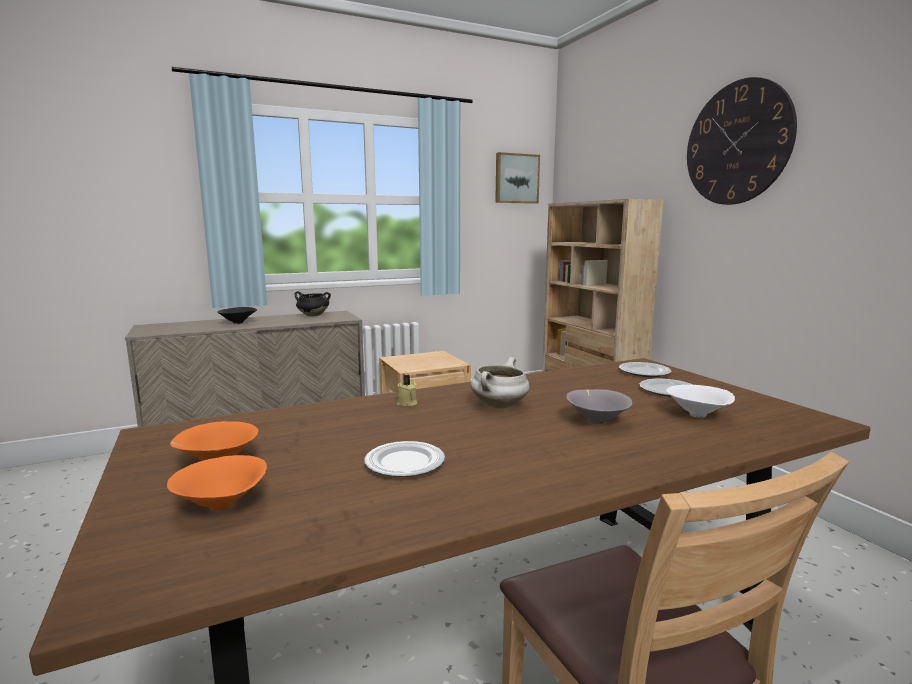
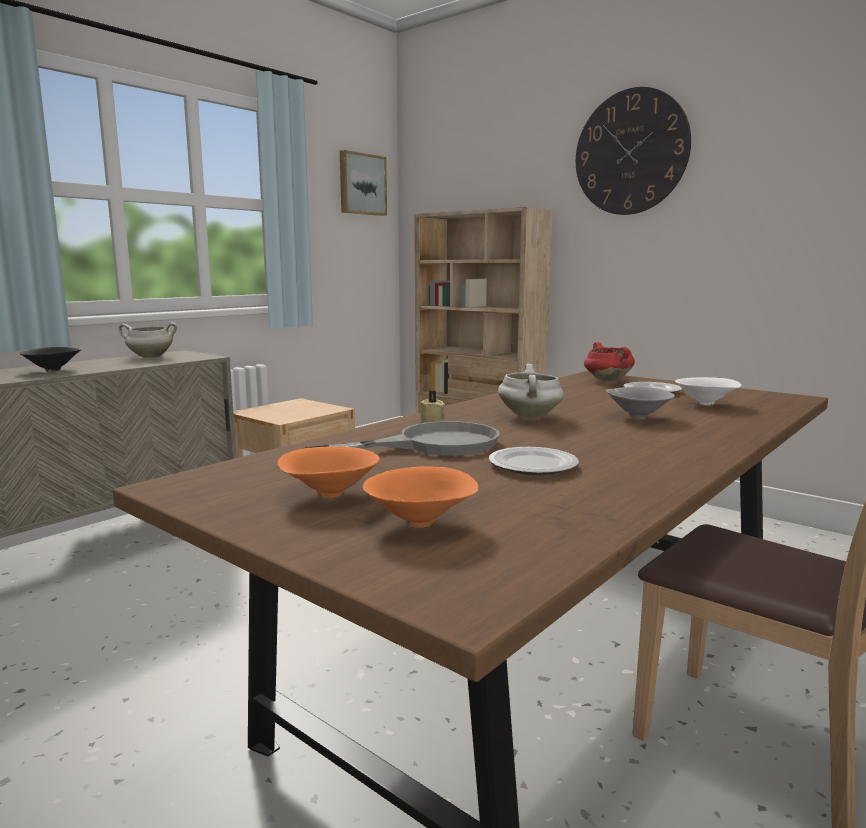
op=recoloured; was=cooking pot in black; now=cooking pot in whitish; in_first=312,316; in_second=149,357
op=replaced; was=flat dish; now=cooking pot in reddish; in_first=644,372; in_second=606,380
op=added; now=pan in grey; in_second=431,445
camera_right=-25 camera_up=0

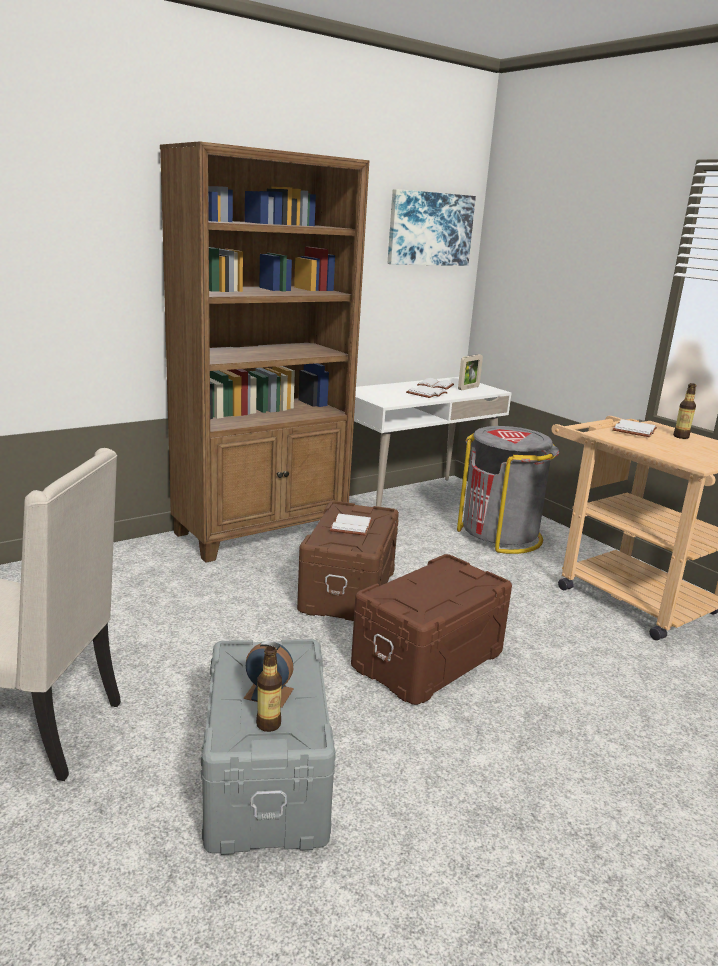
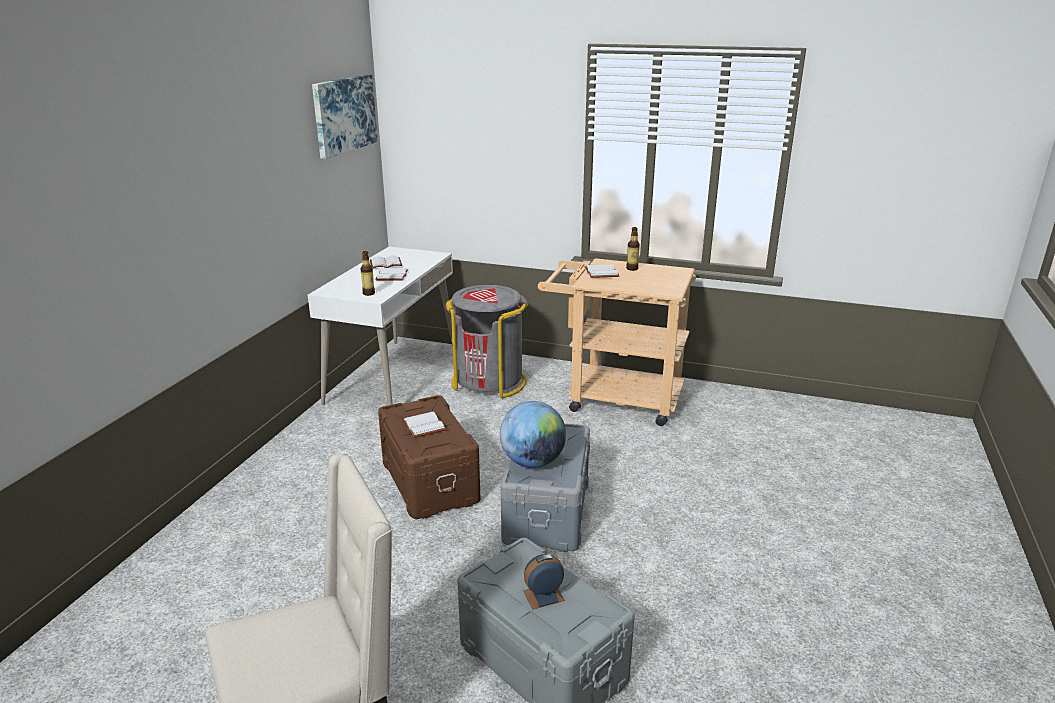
op=removed; was=bookcase in brown; in_first=262,532
op=moved; was=beverage bottle; in_first=268,724; in_second=369,293
op=recoloured; was=storage box in brown; now=storage box in grey; in_first=429,660; in_second=548,511
op=removed; was=standing frame; in_first=468,388
op=added; now=world globe; in_second=532,462
camera_right=-35 camera_up=5

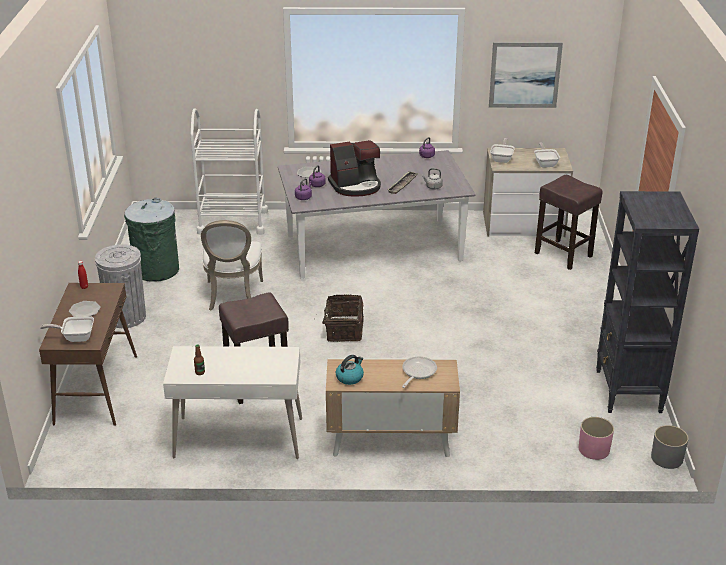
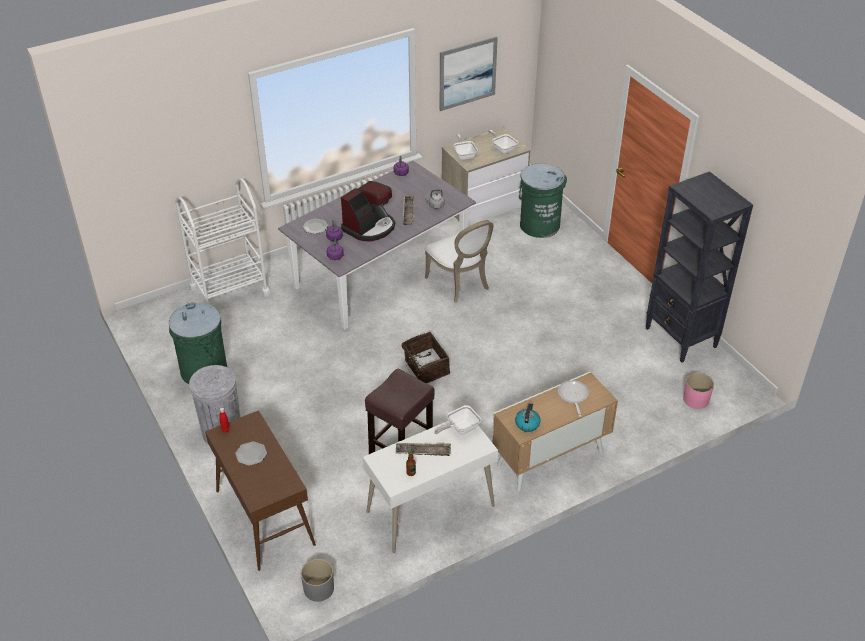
op=moved; was=pan; in_first=75,337; in_second=460,429
op=moved; was=chair in whitish; in_first=233,296; in_second=460,283
op=replaced; was=sitting stool in brown; now=rubbish bin in green; in_first=564,255; in_second=539,225
op=moved; was=flower pot in grey; in_first=666,458; in_second=318,588
op=added; now=carrying tray; in_second=423,451
camera_right=-30 camera_up=10

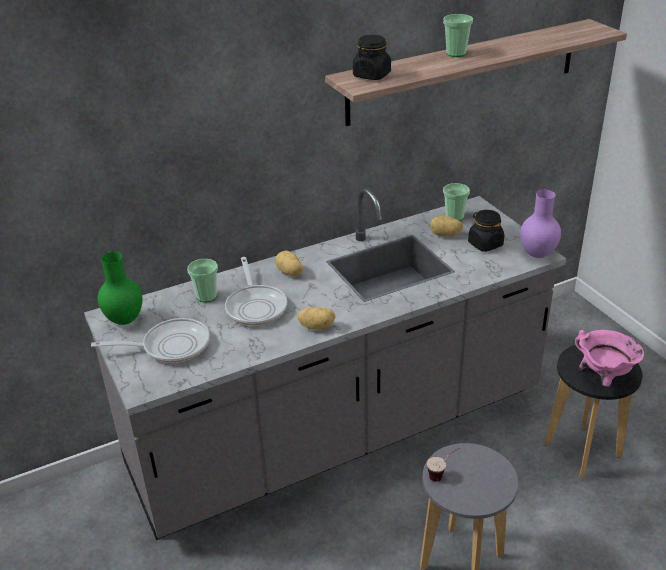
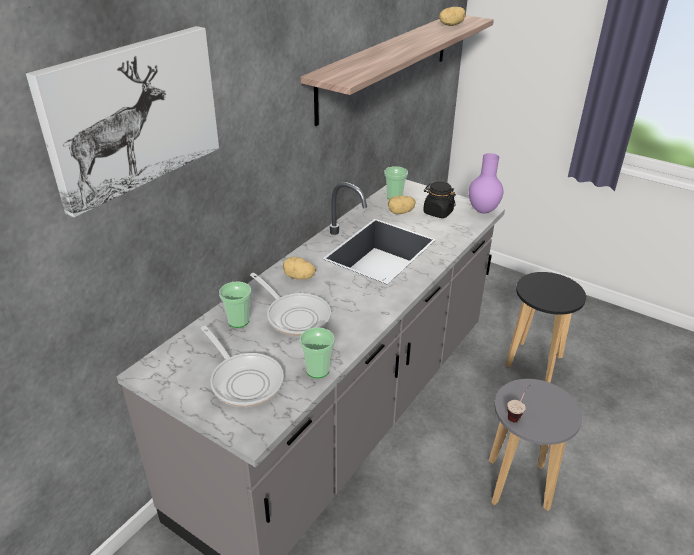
op=turned; was=pan; in_first=170,346; in_second=244,380; clockwise=90
op=removed; was=flower vase in green; in_first=124,321
op=moved; was=potato; in_first=317,326; in_second=451,25
op=removed; was=preserve jar in black; in_first=372,75
op=moved; was=small cup; in_first=456,53; in_second=317,370
op=removed; was=cooking pot in pink-coloured; in_first=603,378
op=added; now=wall art; in_second=133,115
camera_right=-30 camera_up=0

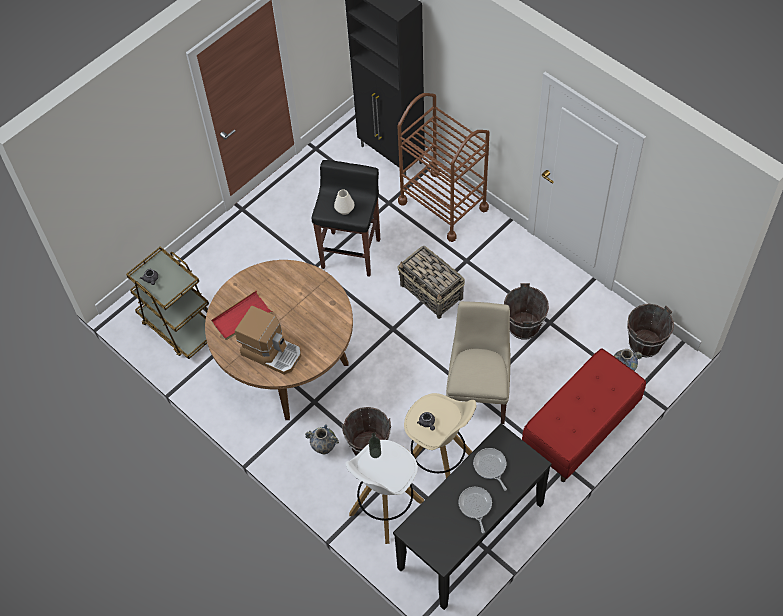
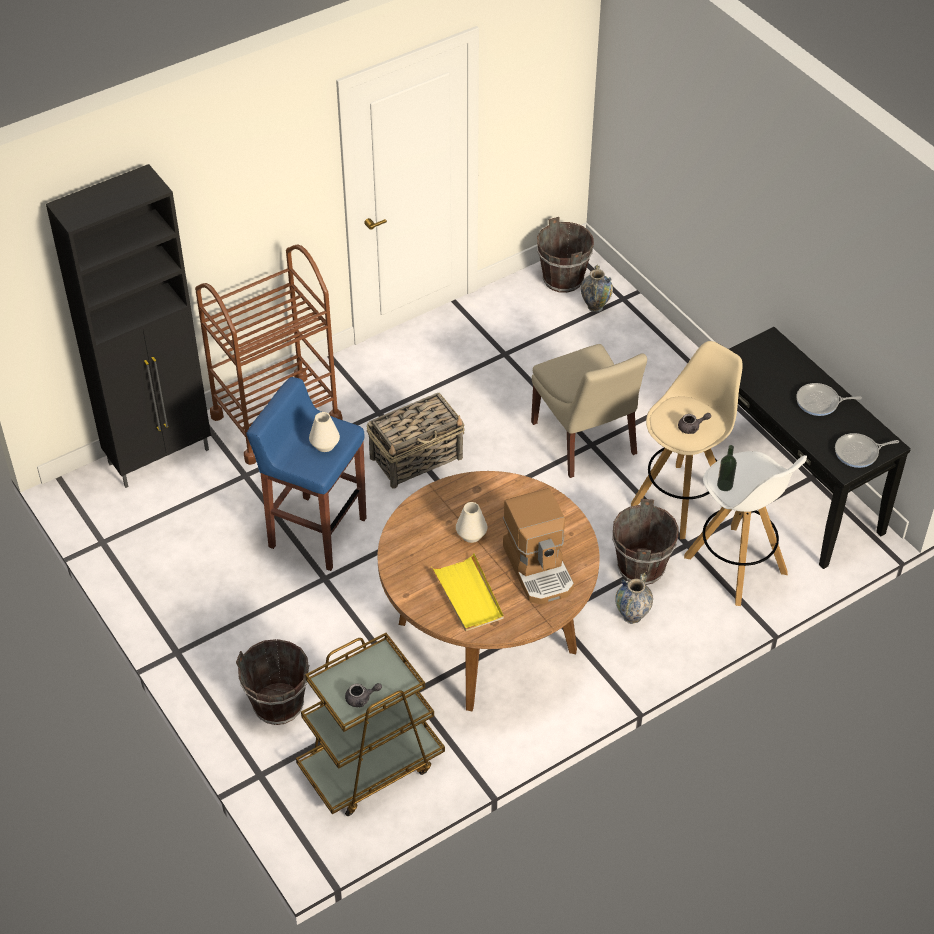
op=recoloured; was=carrying tray in reddish; now=carrying tray in yellow; in_first=241,317; in_second=468,595
op=turned; was=coffee maker; in_first=272,352; in_second=539,568; clockwise=120
op=recoloured; was=sitting stool in black; now=sitting stool in blue-coloured; in_first=351,253; in_second=316,532
op=turned; was=chair in beige-coloured; in_first=478,390; in_second=585,441; clockwise=-135
op=moved; was=pan; in_first=490,467; in_second=859,453
op=moved; was=water bucket in brown; in_first=524,326; in_second=278,704
op=removed; was=bench in reddish; in_first=580,429
op=added; now=flower vase in whitish; in_second=471,535
camera_right=-80 camera_up=-10

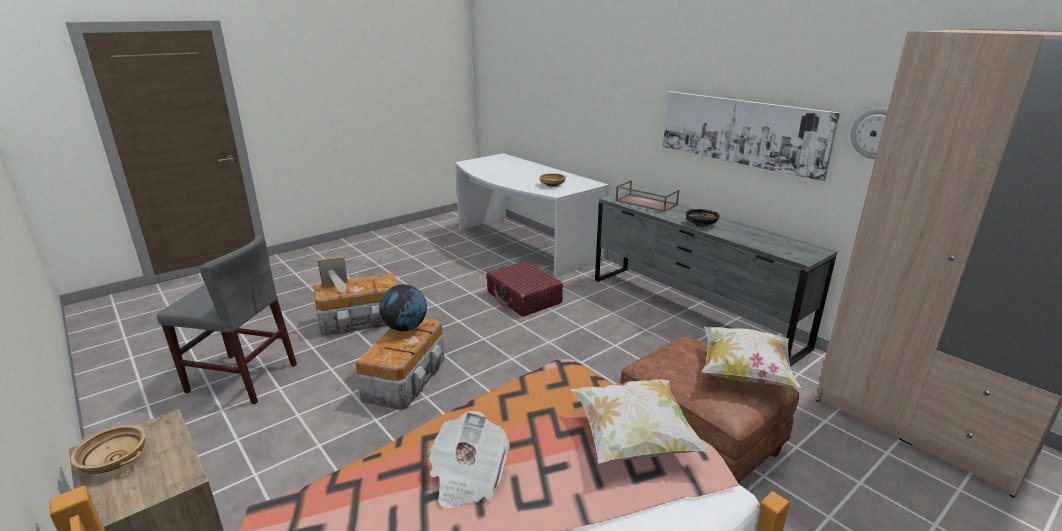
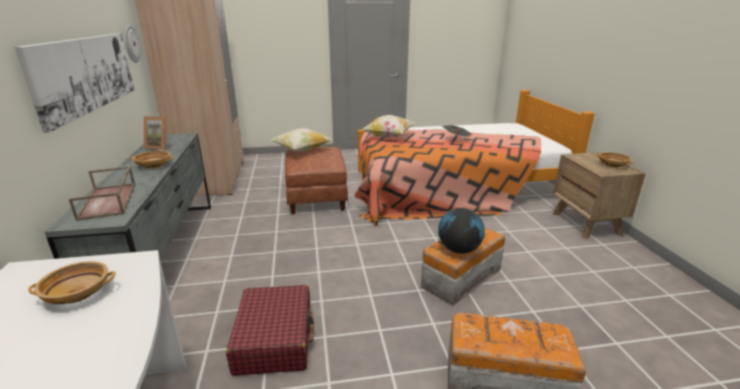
op=removed; was=chair in grey; in_first=242,378
op=moved; was=standing frame; in_first=335,287; in_second=159,147
op=recoloured; was=serving bowl in black; now=serving bowl in beige-coloured; in_first=701,224; in_second=154,166
camera_right=-150 camera_up=0

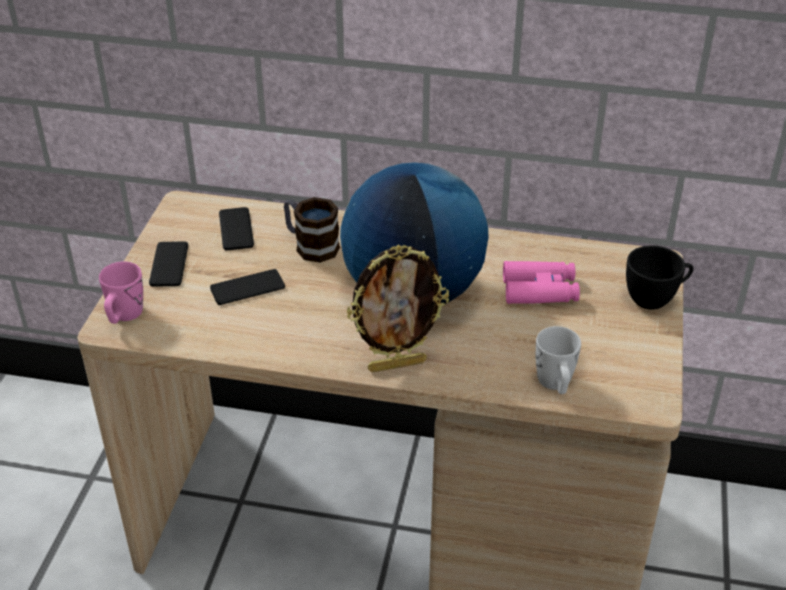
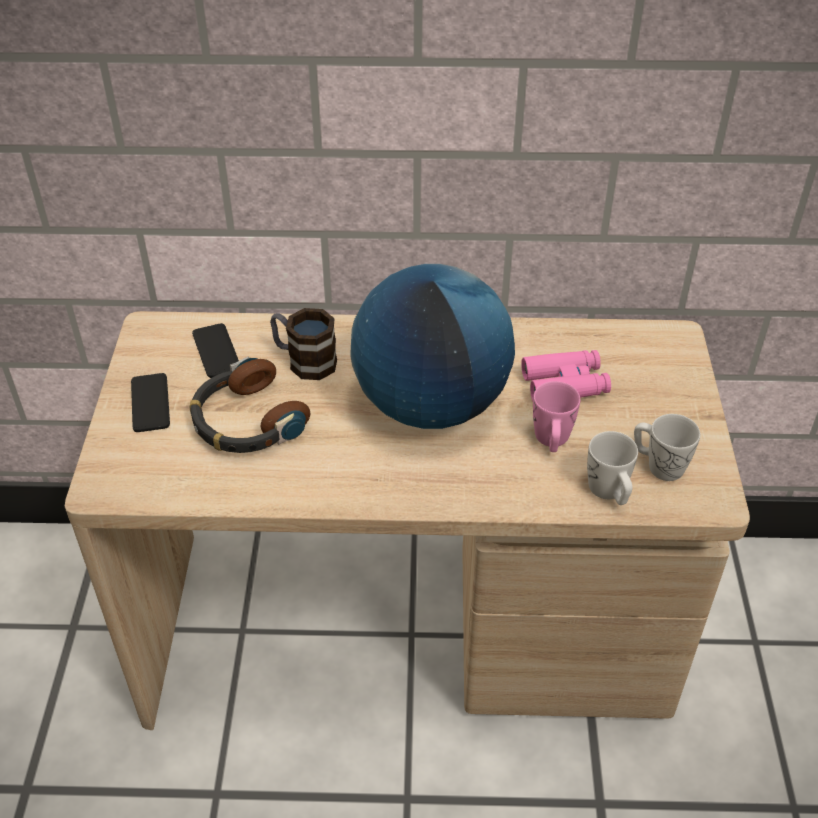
op=moved; was=mug in pink-coloured; in_first=124,316; in_second=552,441
op=replaced; was=phone; now=pair of headphones; in_first=247,288; in_second=246,421
op=removed; was=standing frame; in_first=397,364
op=removed; was=small cup in black; in_first=655,298
op=added; now=mug in whitish; in_second=658,465
camera_right=-10 camera_up=5

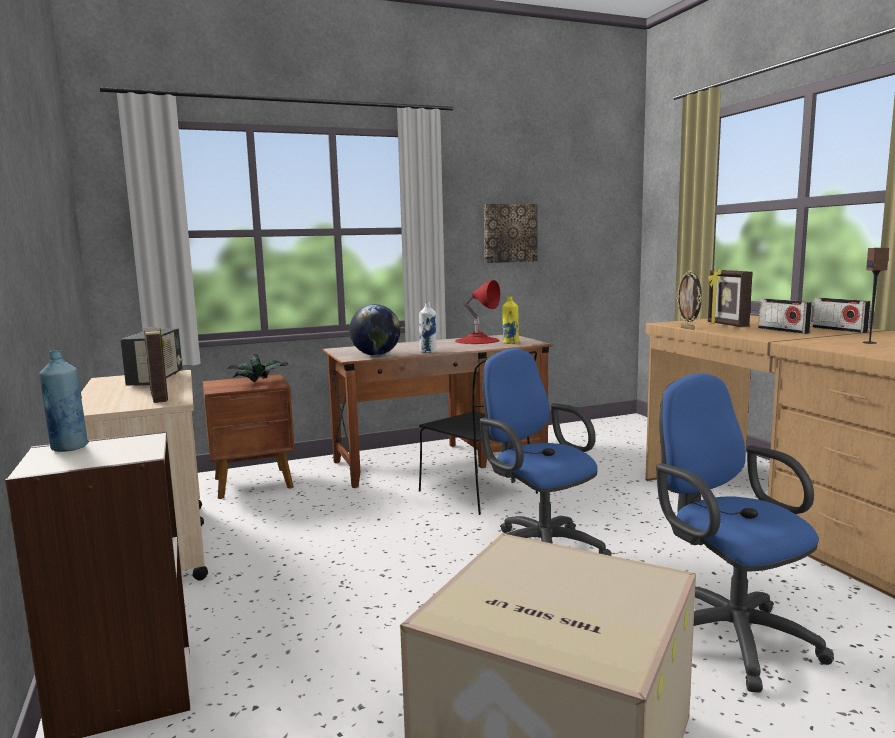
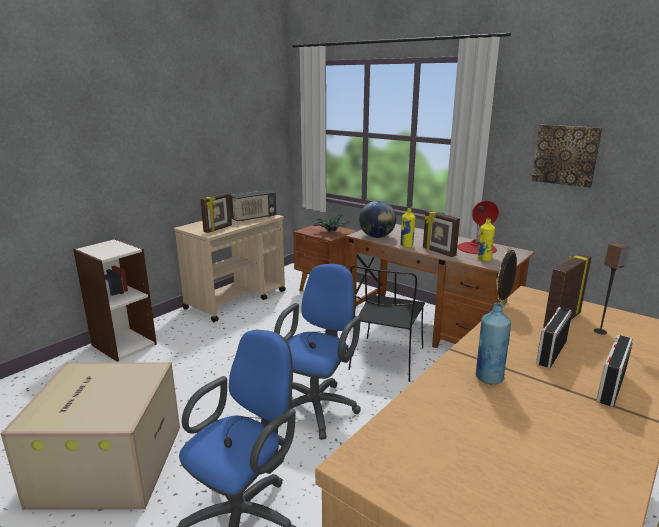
op=moved; was=beverage bottle in blue-coloured; in_first=69,448; in_second=489,377
op=recoloured; was=beverage bottle in whitish; now=beverage bottle in yellow; in_first=428,352; in_second=406,246
op=moved; was=loudspeaker; in_first=870,342; in_second=600,331
op=added; now=standing frame; in_second=438,252
camera_right=60 camera_up=10

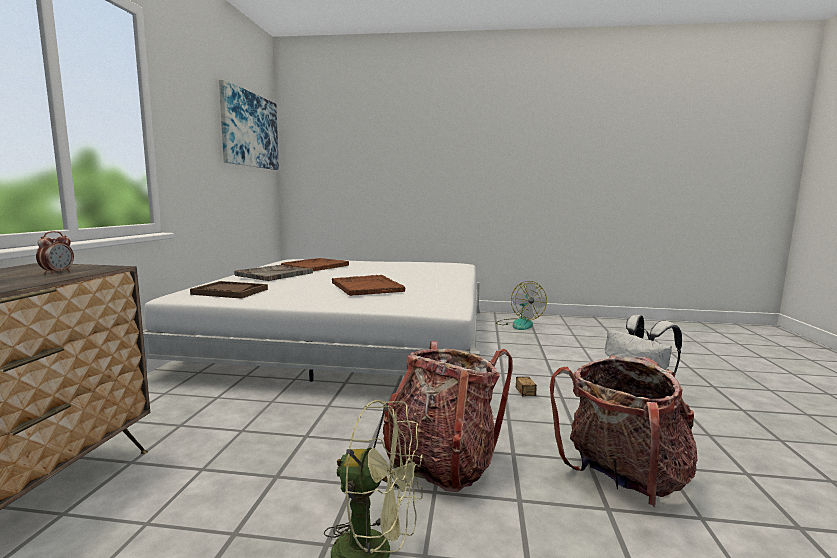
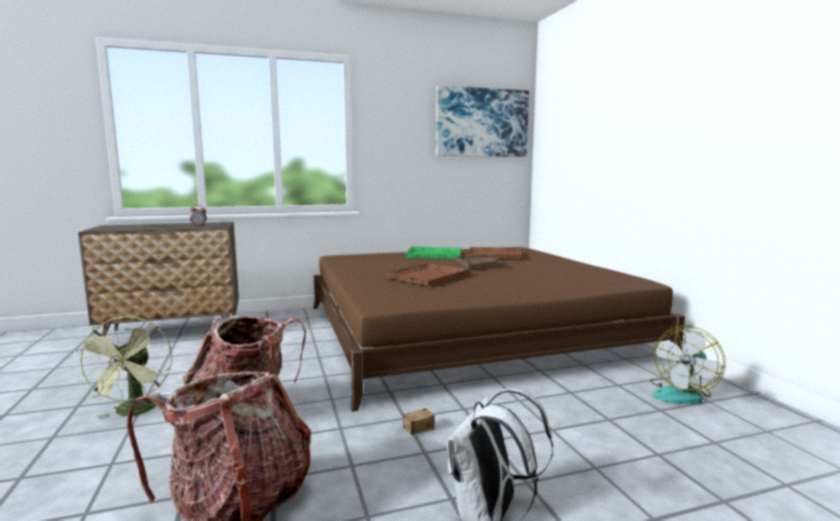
op=recoloured; was=sleeping bed in whitish; now=sleeping bed in brown; in_first=349,339; in_second=466,330
op=moved; was=carrying tray in brown; in_first=230,292; in_second=479,264
op=recoloured; was=carrying tray in grey; now=carrying tray in green; in_first=274,274; in_second=433,254
camera_right=65 camera_up=0

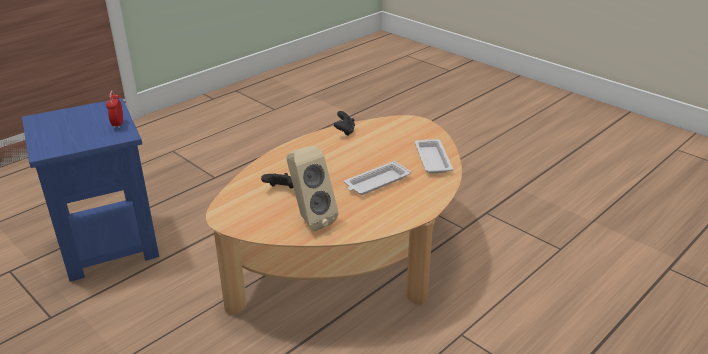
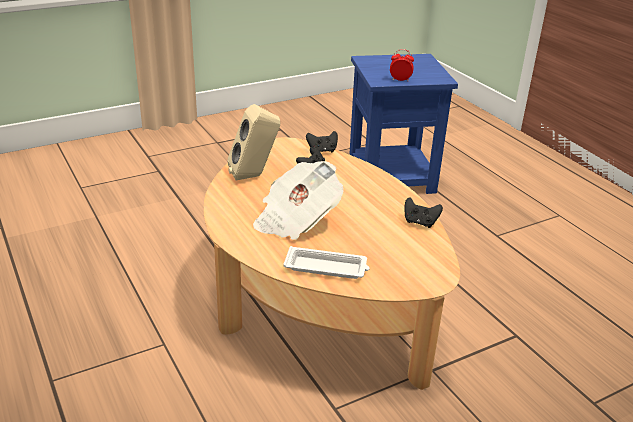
op=replaced; was=carrying tray in whitish; now=printed paper; in_first=376,182; in_second=296,220
op=added; now=game controller in black; in_second=322,151
camera_right=105 camera_up=0

